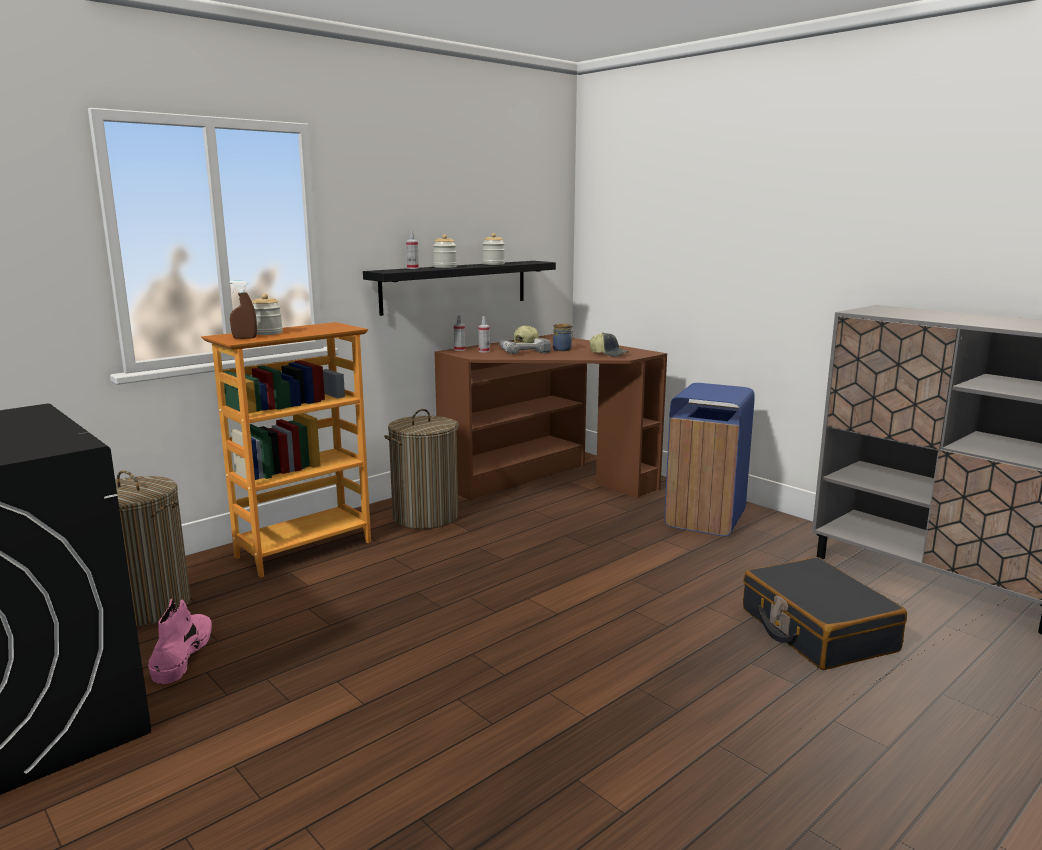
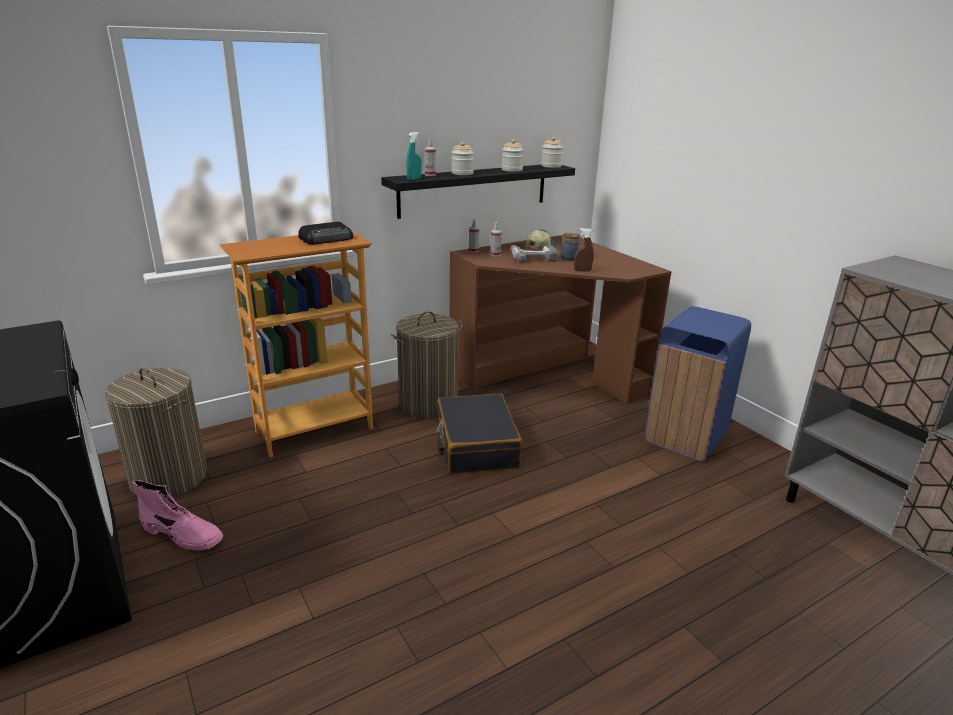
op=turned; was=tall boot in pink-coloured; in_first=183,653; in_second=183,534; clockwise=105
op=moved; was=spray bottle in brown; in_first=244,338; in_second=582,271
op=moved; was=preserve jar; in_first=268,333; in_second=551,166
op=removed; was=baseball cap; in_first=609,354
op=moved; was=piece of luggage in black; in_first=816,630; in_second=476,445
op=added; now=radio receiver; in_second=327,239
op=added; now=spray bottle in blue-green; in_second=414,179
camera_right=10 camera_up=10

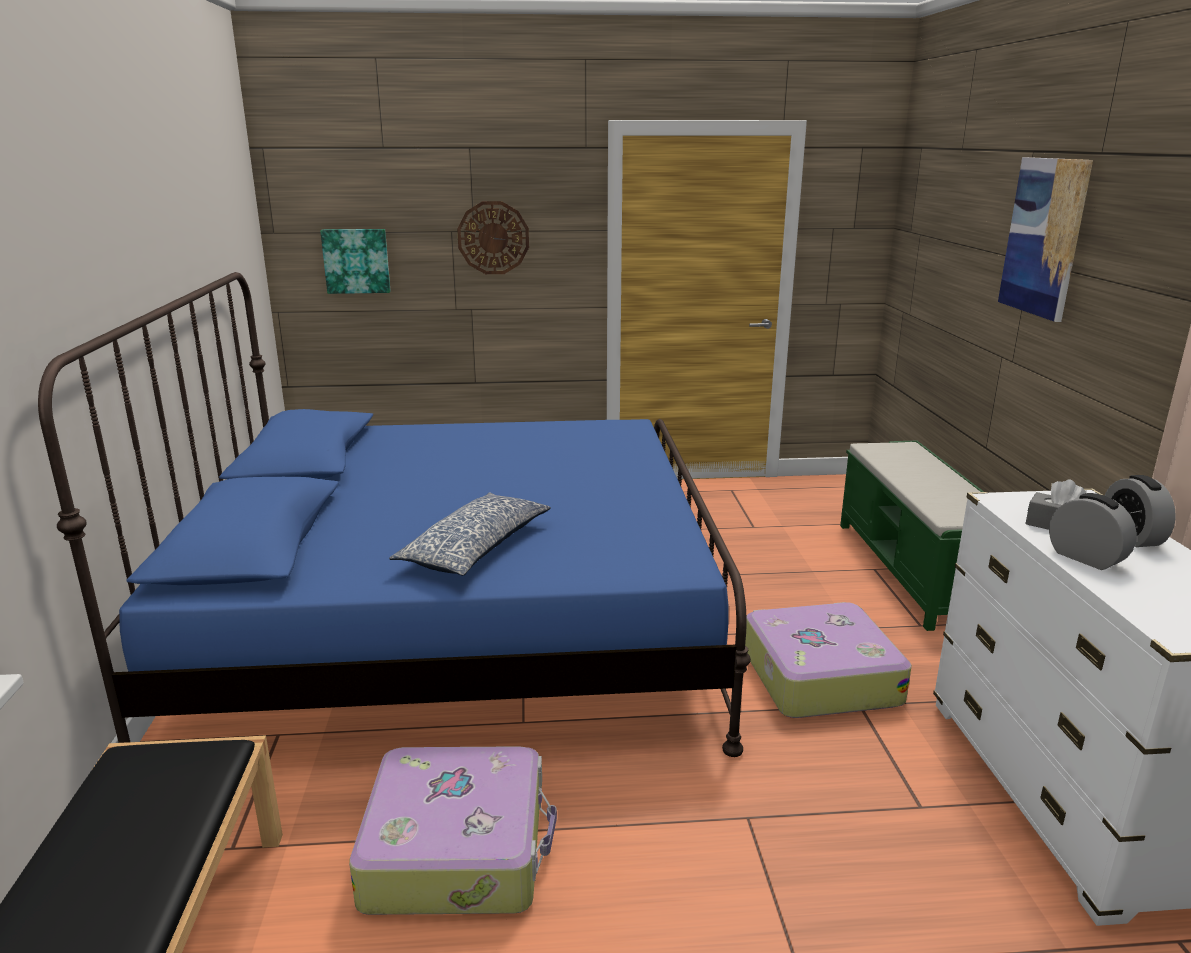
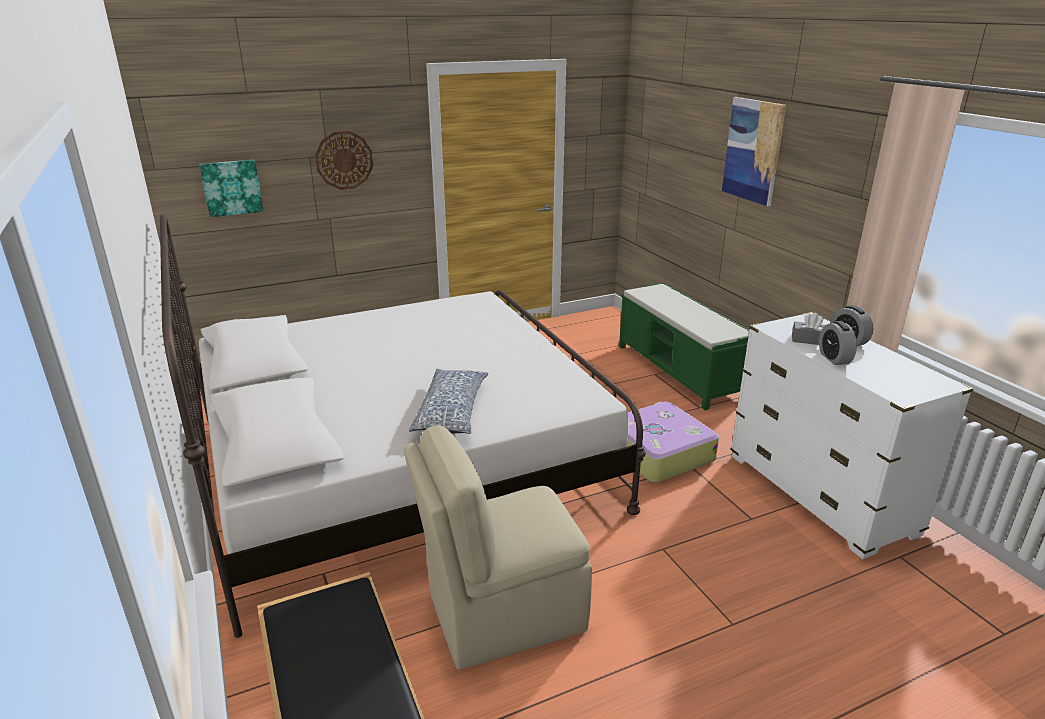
op=recoloured; was=sleeping bed in blue-coloured; now=sleeping bed in whitish; in_first=458,621; in_second=401,463
op=replaced; was=piece of luggage; now=chair in beige-coloured; in_first=458,848; in_second=502,613
op=turned; was=bedside clock; in_first=1085,558; in_second=834,358; clockwise=-135
camera_right=-20 camera_up=5

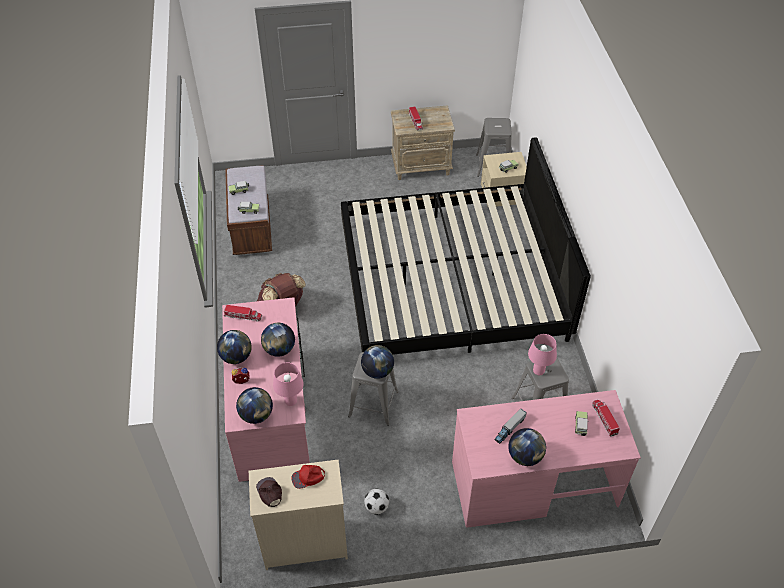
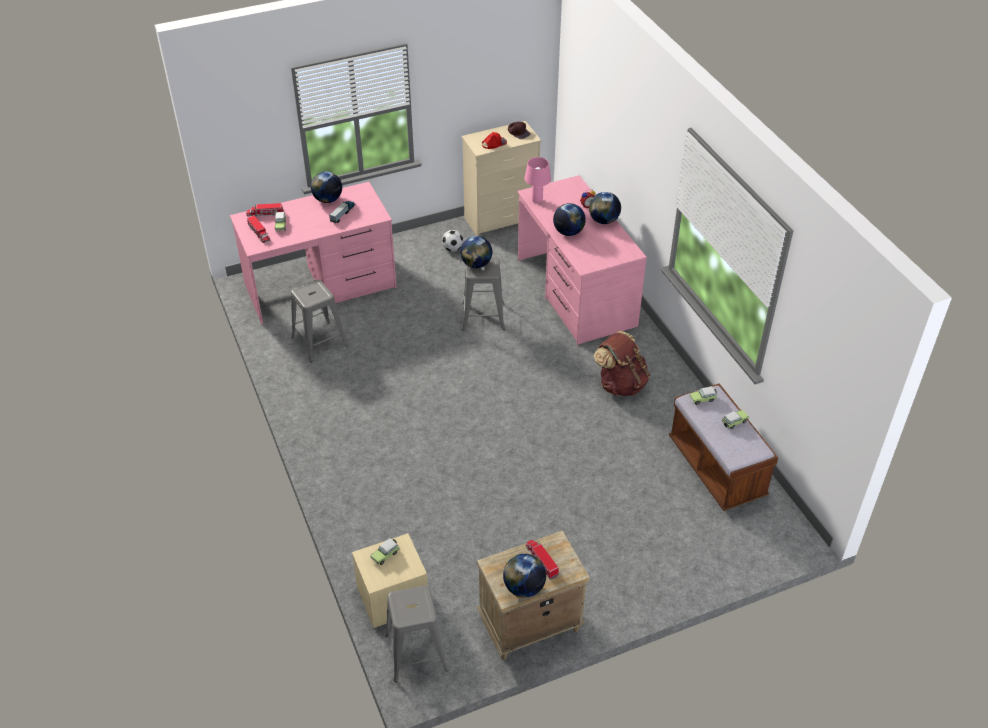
op=moved; was=model truck; in_first=243,316; in_second=265,214
op=moved; was=world globe; in_first=256,415; in_second=524,588
op=removed; was=sleeping bed; in_first=451,281
op=removed; was=lamp for a table in pink-coloured; in_first=539,371
camera_right=165 camera_up=-5

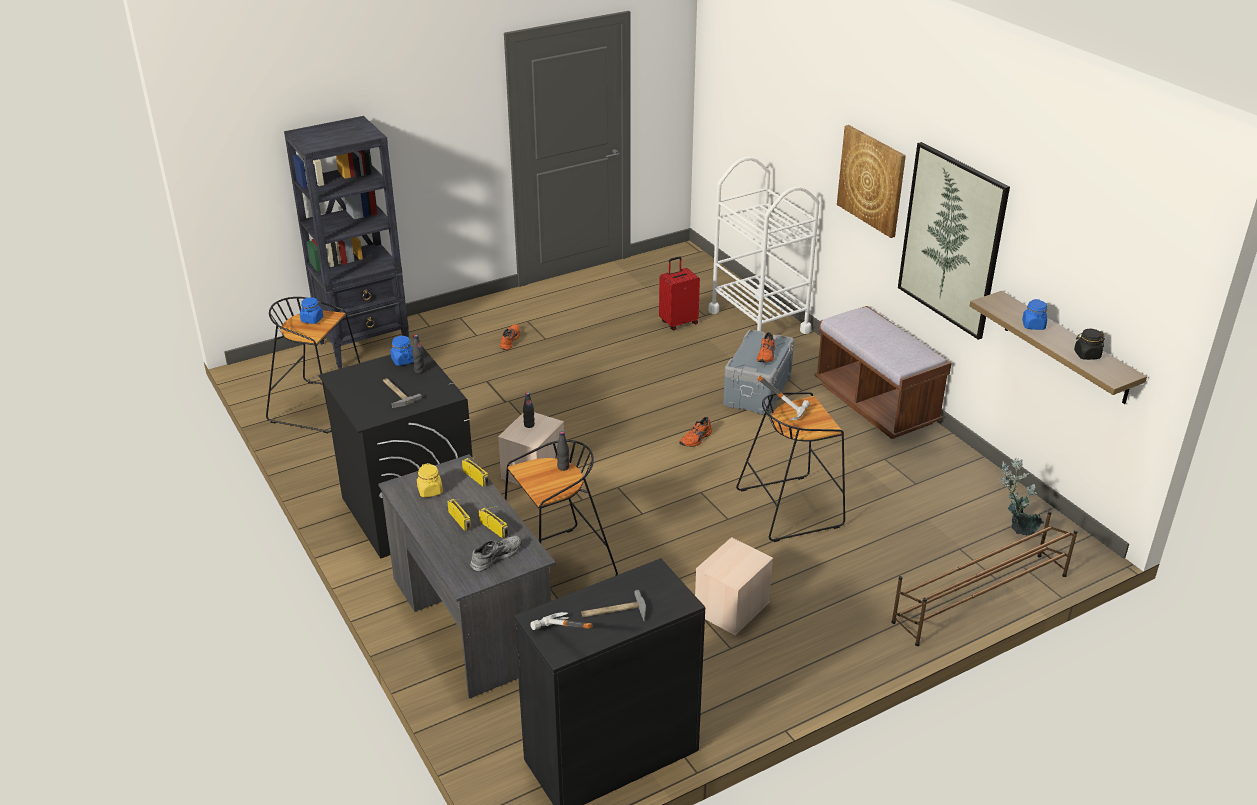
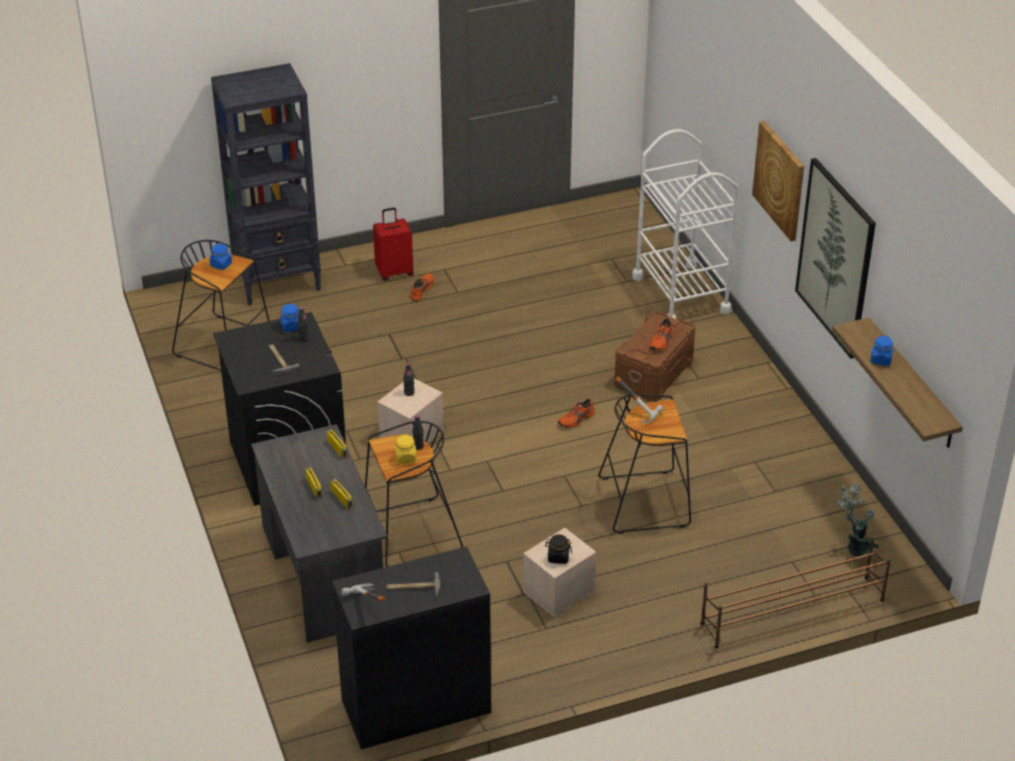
op=moved; was=preserve jar in yellow; in_first=430,491; in_second=406,458
op=removed; was=shoe in grey; in_first=495,556
op=moved; was=piece of luggage in reddish; in_first=678,322; in_second=394,272
op=recoloured; was=storage box in grey; now=storage box in brown; in_first=758,391; in_second=654,374
op=removed; was=bench in brown; in_first=875,404
op=moved; was=preserve jar in black; in_first=1086,355; in_second=558,557
camera_right=10 camera_up=5

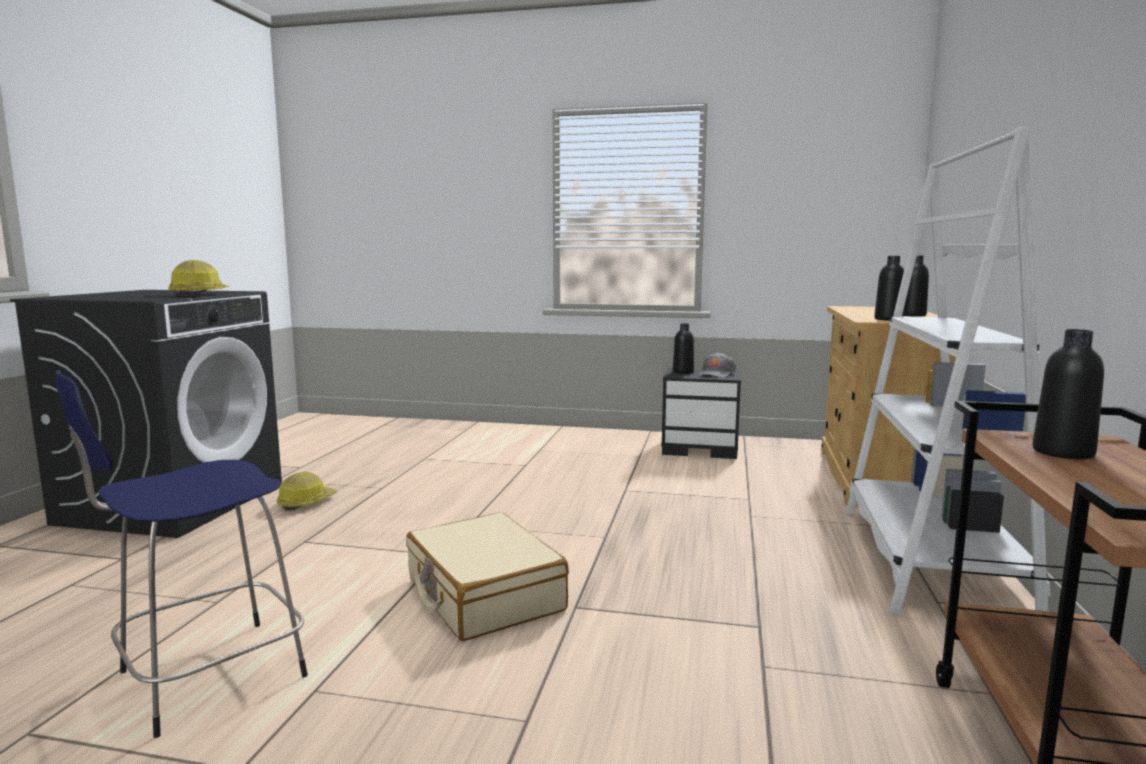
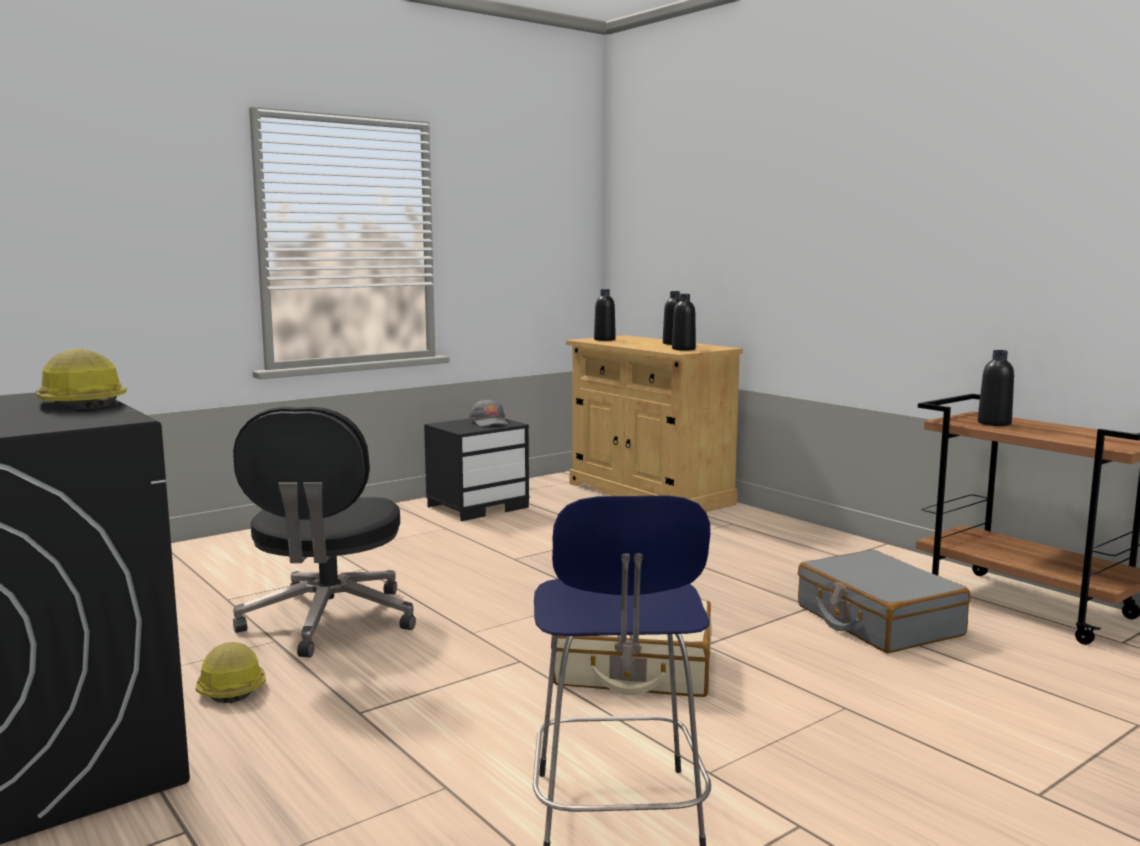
op=moved; was=beverage bottle in black; in_first=683,372; in_second=604,339
op=removed; was=bookcase in whitish; in_first=929,559
op=added; now=office chair in black; in_second=328,621
op=added; now=piece of luggage in grey; in_second=877,621
camera_right=-50 camera_up=0

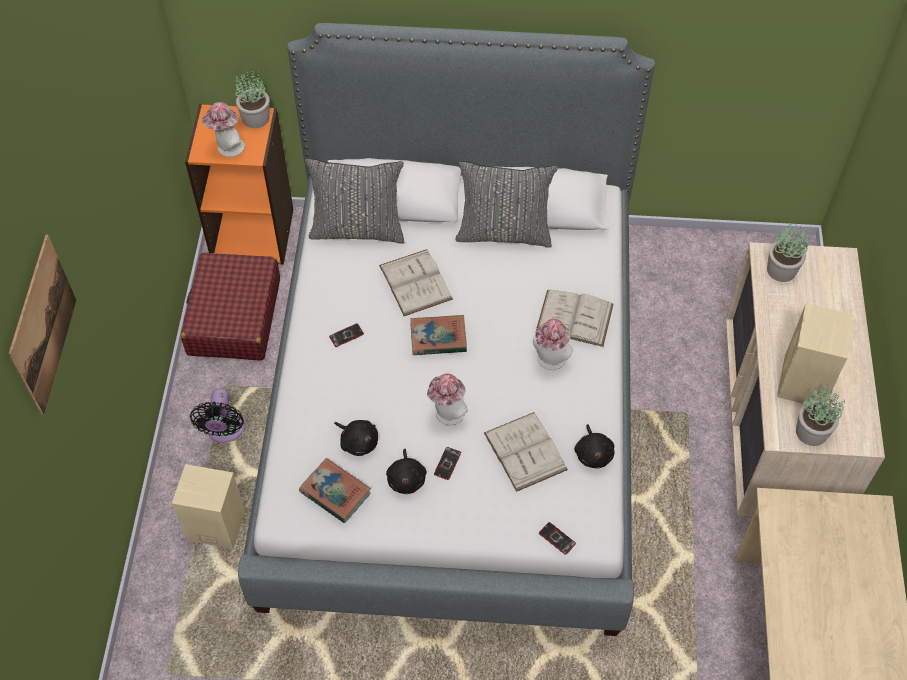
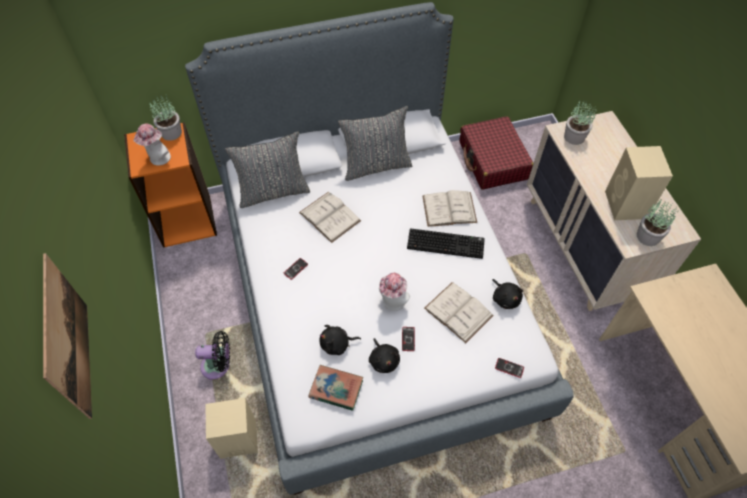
op=moved; was=piece of luggage in reddish; in_first=234,317; in_second=493,161
op=turned; was=cooling fan in black; in_first=225,431; in_second=218,366; clockwise=-75
op=turned; was=plush toy in black; in_first=358,442; in_second=337,344; clockwise=150
op=removed; was=volume; in_first=438,338
op=replaced; was=wearable hat; now=PC keyboard; in_first=550,361; in_second=446,243
camera_right=-20 camera_up=0

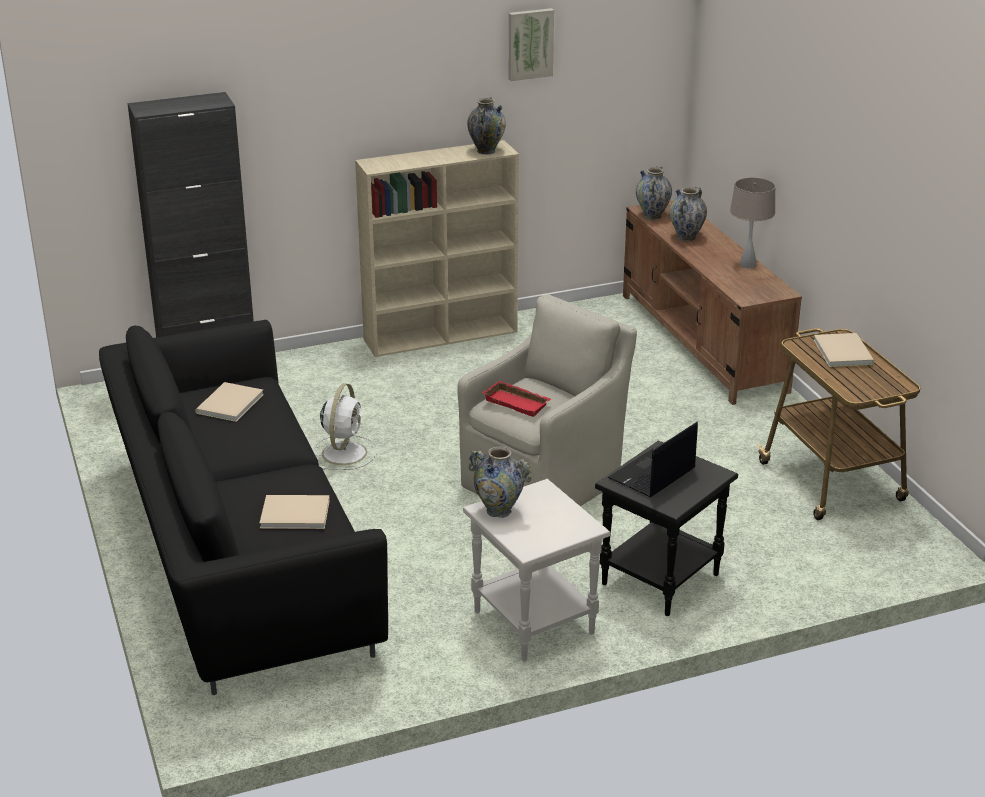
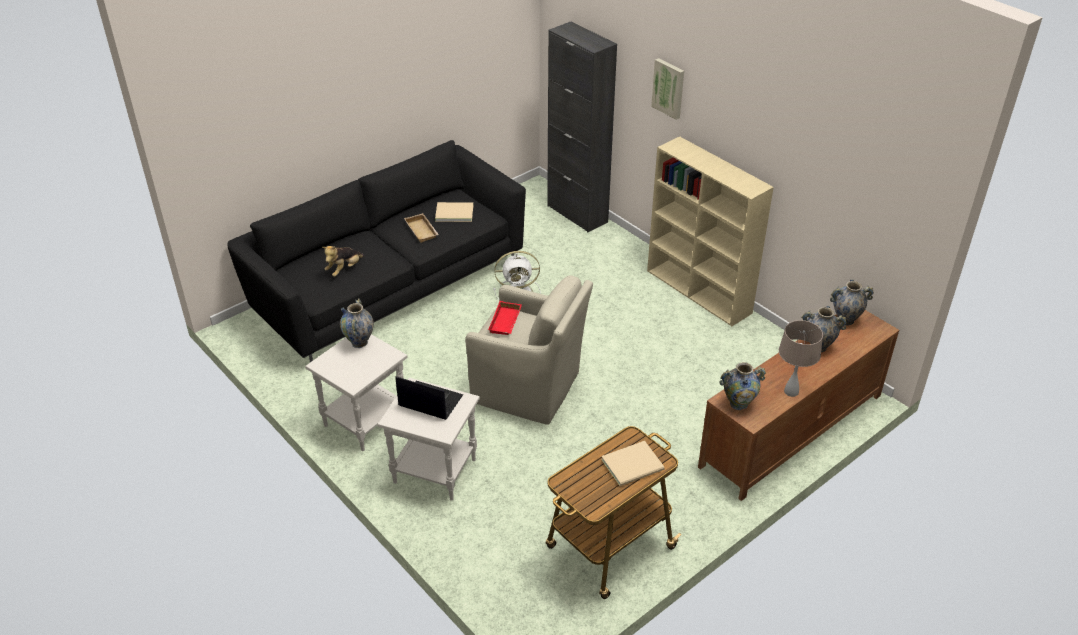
op=replaced; was=volume in beige-coloured; now=plush toy; in_first=293,513; in_second=344,269
op=moved; was=flower vase; in_first=486,151; in_second=738,404
op=moved; was=wall art; in_first=529,43; in_second=669,88
op=recoloured; was=side table in black; now=side table in whitish; in_first=661,581; in_second=433,472
op=added; now=carrying tray in beige-coloured; in_second=423,230
camera_right=70 camera_up=10

